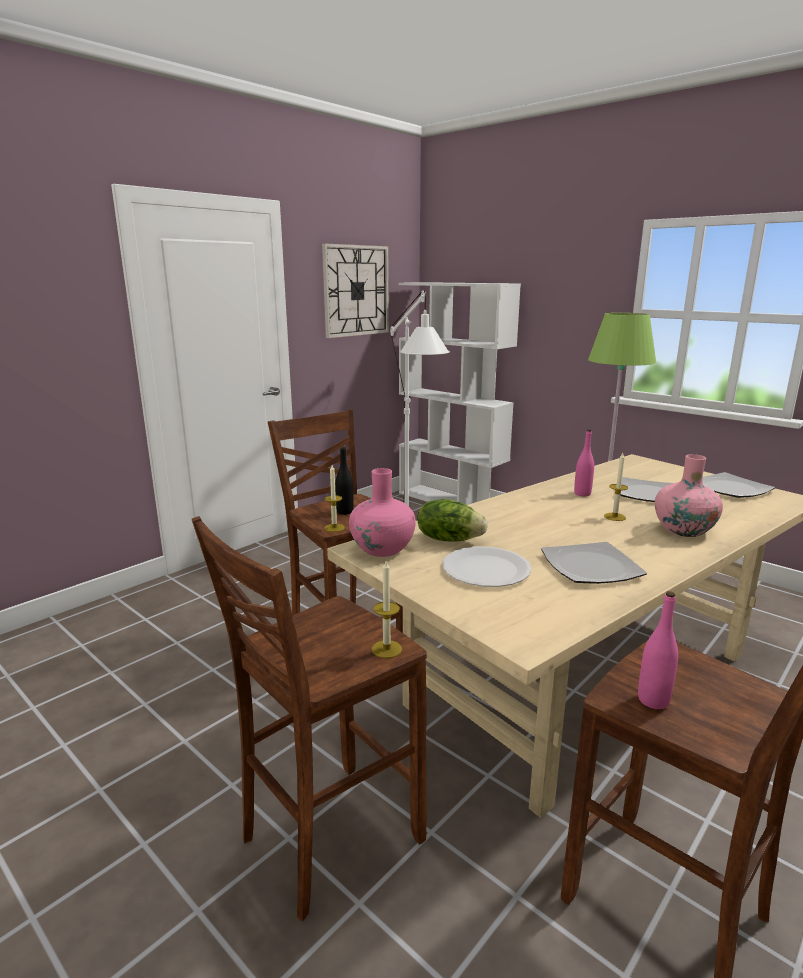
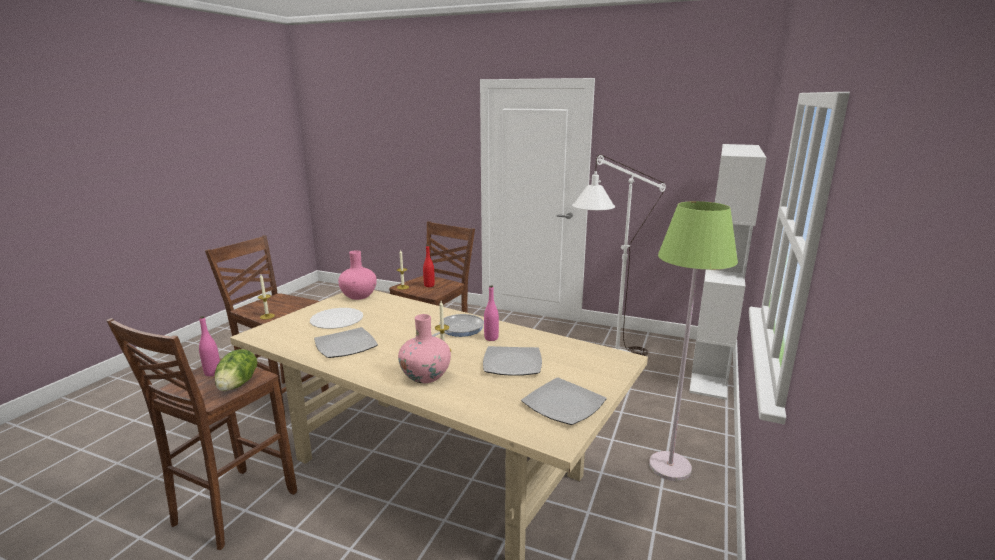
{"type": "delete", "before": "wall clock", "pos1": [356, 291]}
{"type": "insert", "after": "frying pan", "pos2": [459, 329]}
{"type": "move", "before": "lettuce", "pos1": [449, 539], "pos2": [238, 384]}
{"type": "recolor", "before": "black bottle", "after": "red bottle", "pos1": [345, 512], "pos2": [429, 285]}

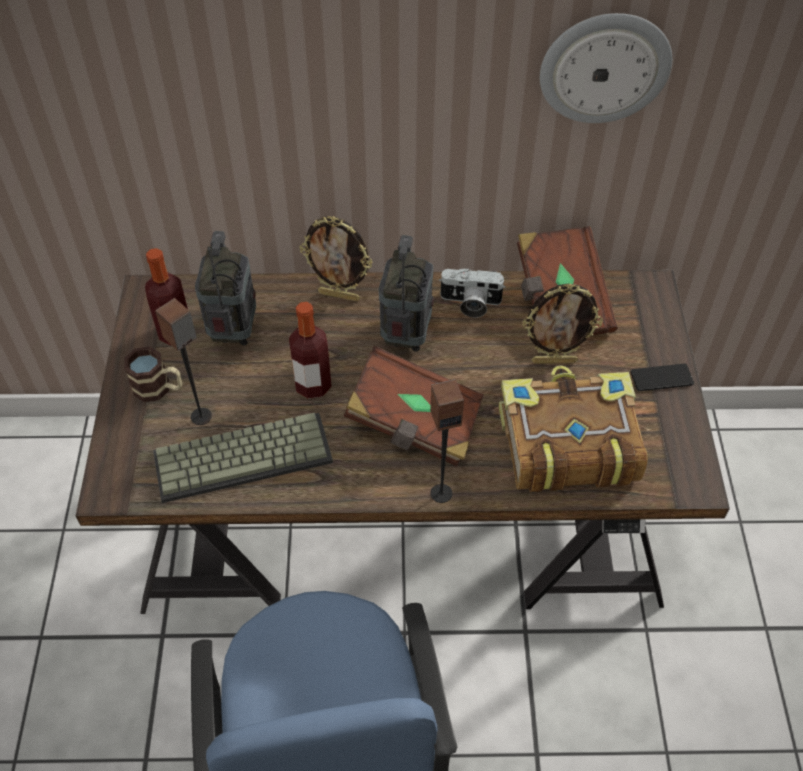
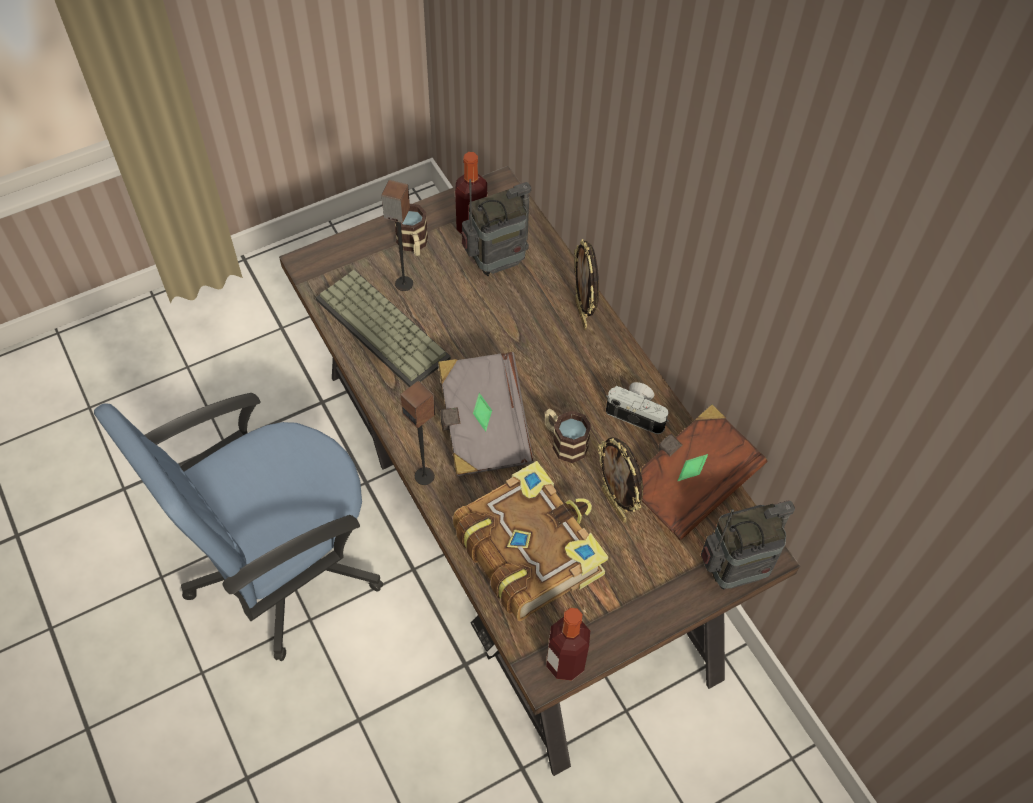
{"type": "delete", "before": "wall clock", "pos1": [604, 67]}
{"type": "delete", "before": "phone", "pos1": [661, 378]}
{"type": "insert", "after": "mug", "pos2": [564, 442]}
{"type": "move", "before": "bottle", "pos1": [313, 385], "pos2": [565, 662]}
{"type": "move", "before": "radio", "pos1": [406, 336], "pos2": [734, 571]}
{"type": "recolor", "before": "brown book", "after": "grey book", "pos1": [414, 423], "pos2": [482, 427]}
{"type": "rotate", "before": "photo camera", "pos1": [470, 304], "pos2": [638, 413], "turn": 135}

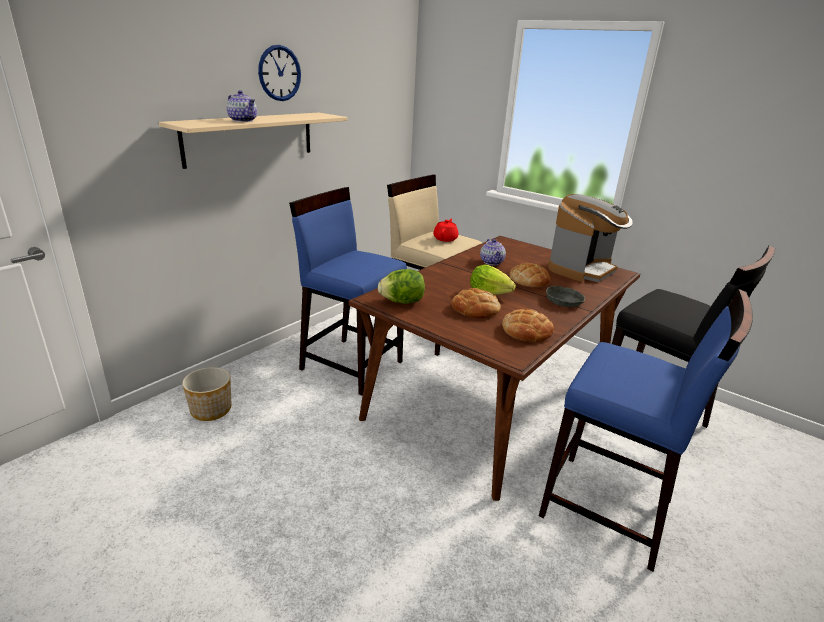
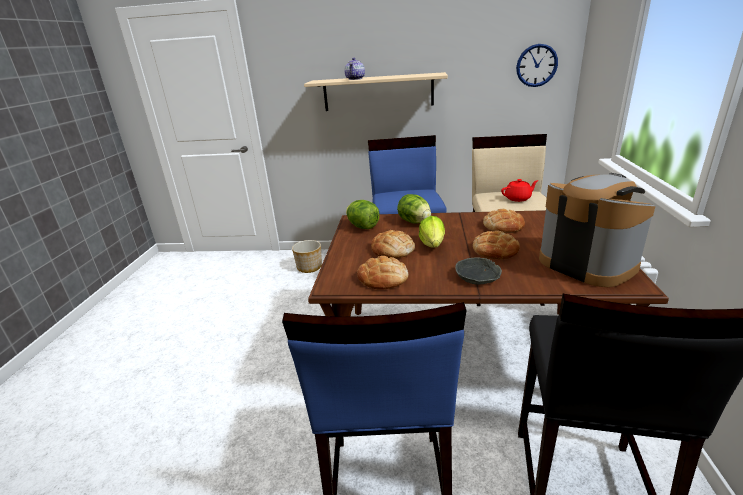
{"type": "insert", "after": "lettuce", "pos2": [414, 222]}
{"type": "move", "before": "wall clock", "pos1": [279, 73], "pos2": [536, 65]}
{"type": "replace", "before": "teapot", "after": "bread", "pos1": [491, 262], "pos2": [503, 226]}
{"type": "rotate", "before": "coffee machine", "pos1": [582, 269], "pos2": [586, 263], "turn": -135}

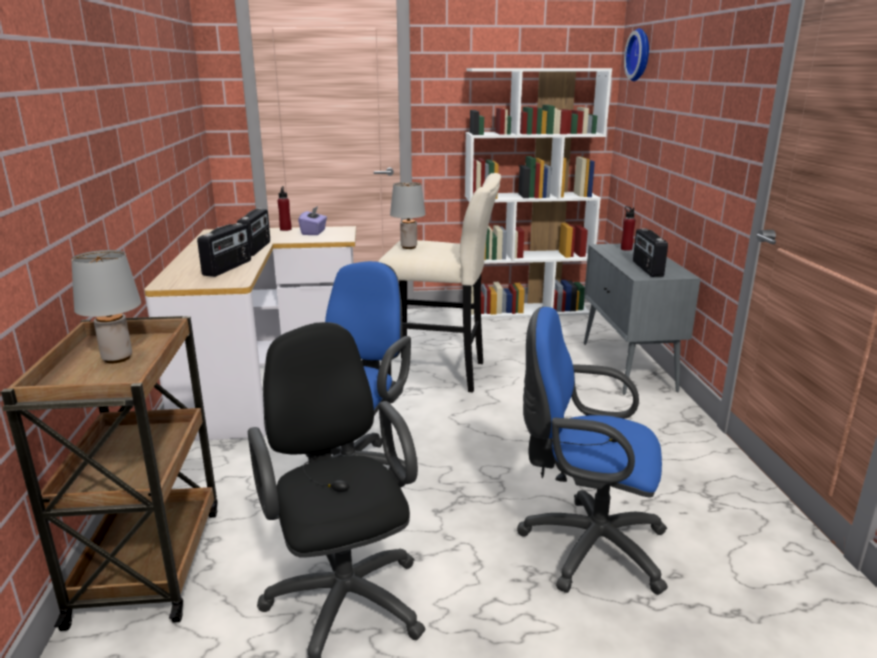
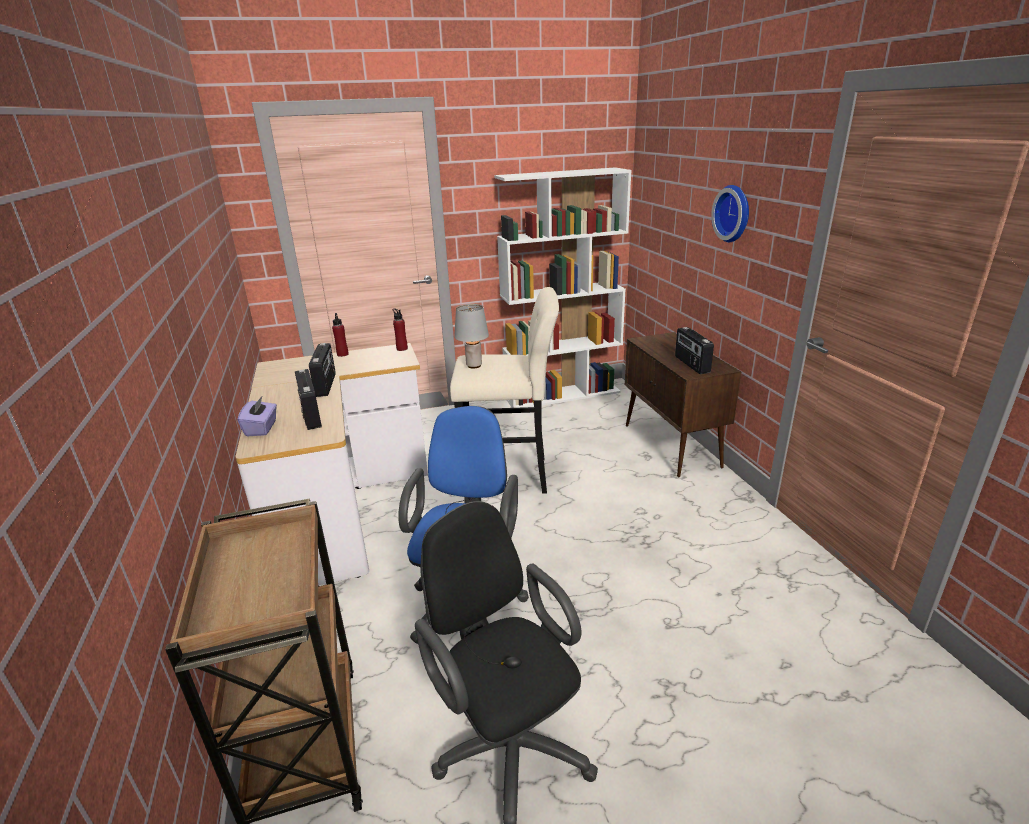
{"type": "delete", "before": "grey table lamp", "pos1": [118, 358]}
{"type": "delete", "before": "blue office chair", "pos1": [585, 545]}
{"type": "move", "before": "purple tissue box", "pos1": [314, 232], "pos2": [262, 428]}
{"type": "move", "before": "red bottle", "pos1": [626, 249], "pos2": [402, 349]}
{"type": "move", "before": "wall clock", "pos1": [640, 55], "pos2": [734, 213]}
{"type": "recolor", "before": "grey cabinet", "after": "brown cabinet", "pos1": [628, 366], "pos2": [672, 446]}
{"type": "rotate", "before": "radio", "pos1": [228, 268], "pos2": [310, 416], "turn": 150}

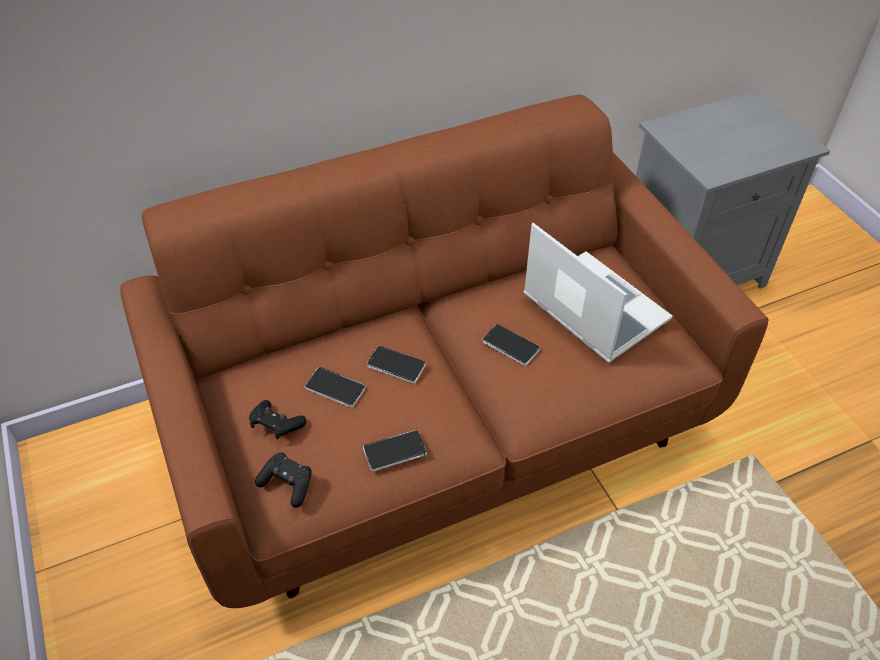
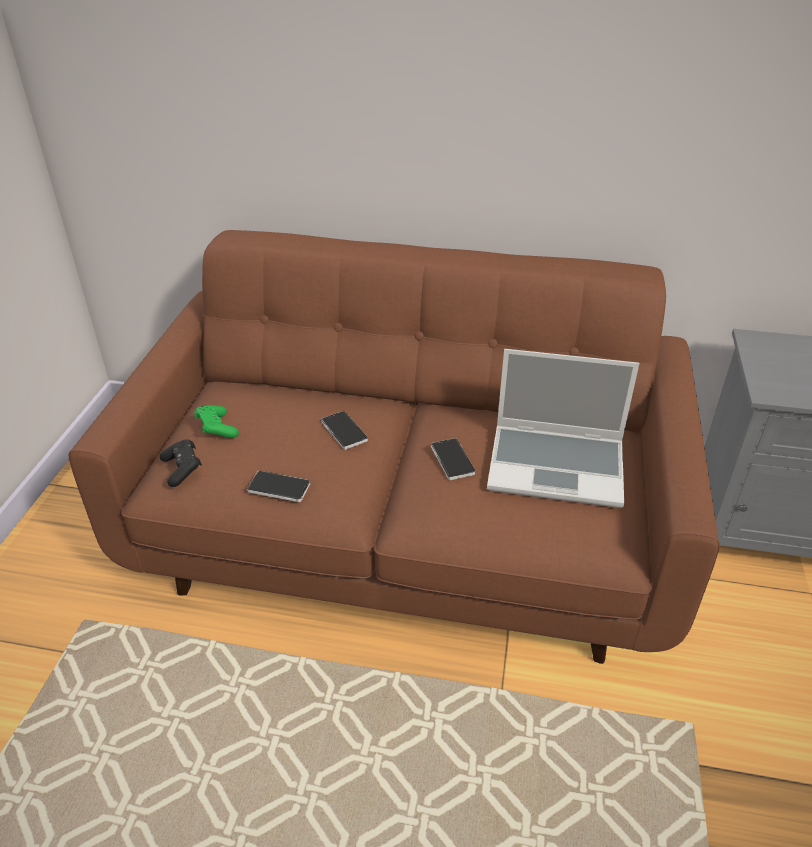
{"type": "delete", "before": "phone", "pos1": [335, 388]}
{"type": "recolor", "before": "black game controller", "after": "green game controller", "pos1": [276, 426], "pos2": [216, 429]}
{"type": "rotate", "before": "laptop", "pos1": [592, 308], "pos2": [558, 466], "turn": 105}

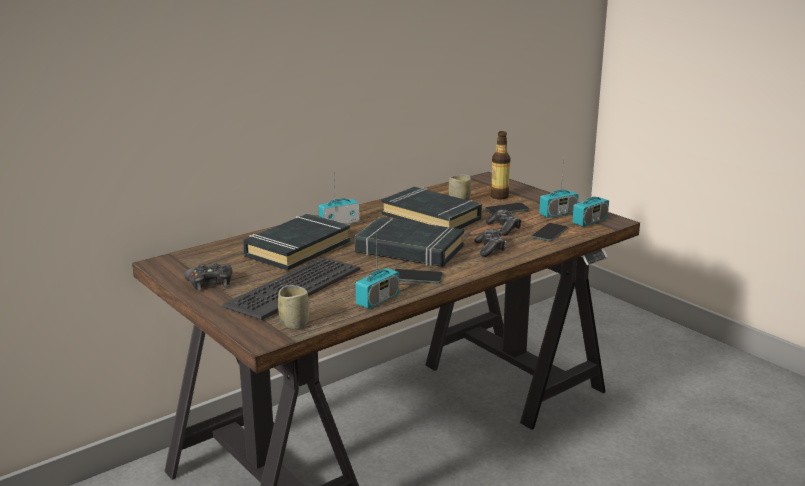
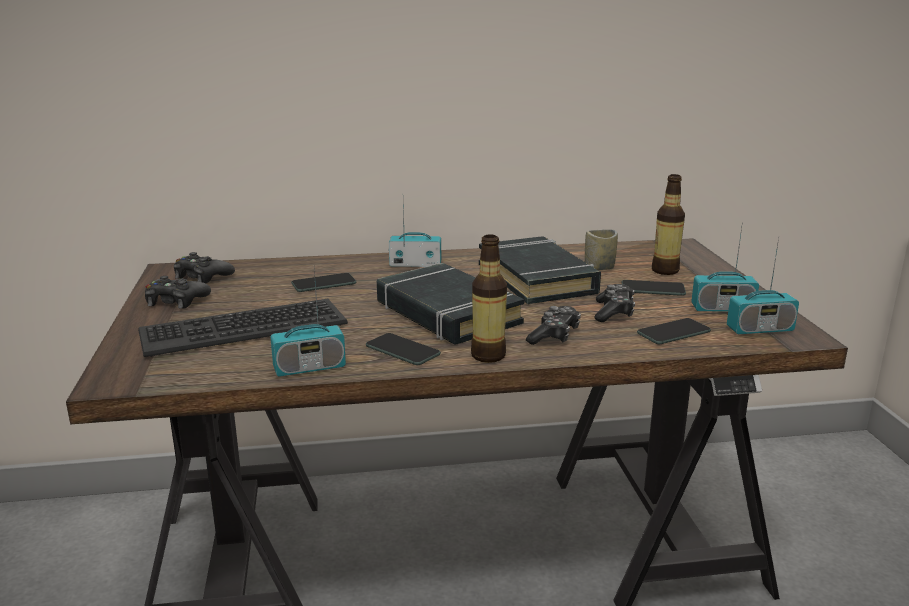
{"type": "delete", "before": "cup", "pos1": [294, 324]}
{"type": "insert", "after": "black game controller", "pos2": [202, 276]}
{"type": "insert", "after": "bottle", "pos2": [488, 355]}
{"type": "replace", "before": "black book", "after": "phone", "pos1": [297, 248], "pos2": [324, 283]}

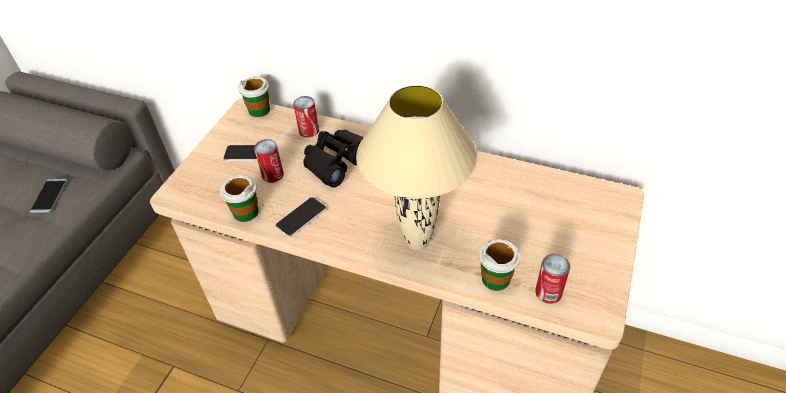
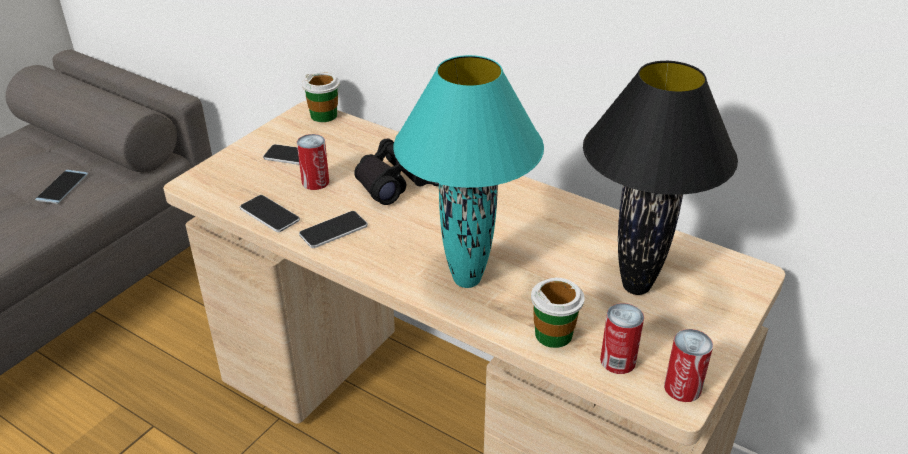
{"type": "insert", "after": "black table lamp", "pos2": [635, 286]}
{"type": "move", "before": "can", "pos1": [309, 130], "pos2": [682, 388]}
{"type": "replace", "before": "cup", "after": "phone", "pos1": [245, 212], "pos2": [269, 214]}
{"type": "recolor", "before": "beige table lamp", "after": "turquoise table lamp", "pos1": [417, 244], "pos2": [466, 281]}

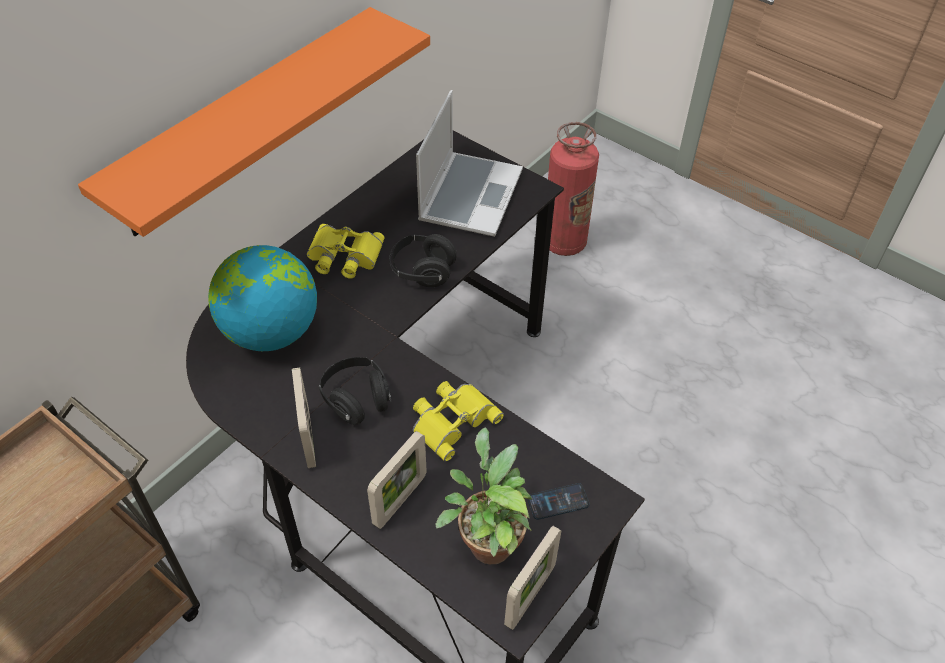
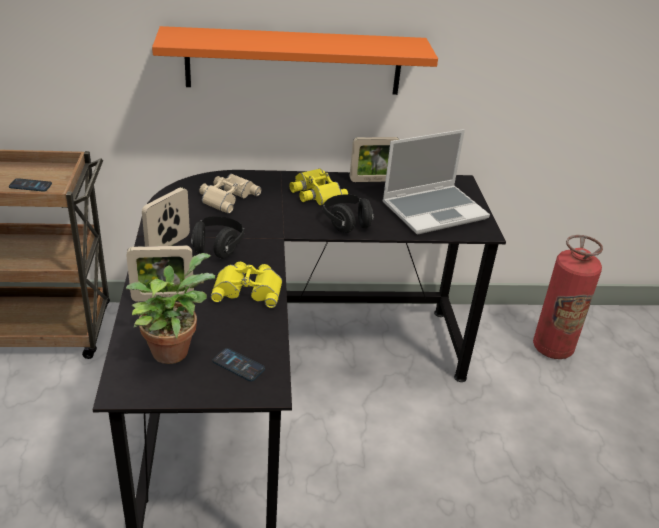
{"type": "insert", "after": "phone", "pos2": [30, 186]}
{"type": "move", "before": "picture frame", "pos1": [530, 596], "pos2": [372, 180]}
{"type": "replace", "before": "globe", "after": "beige binoculars", "pos1": [271, 332], "pos2": [227, 197]}

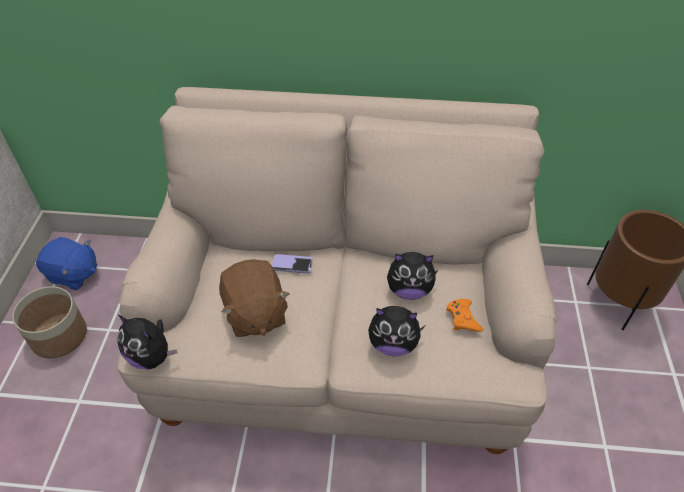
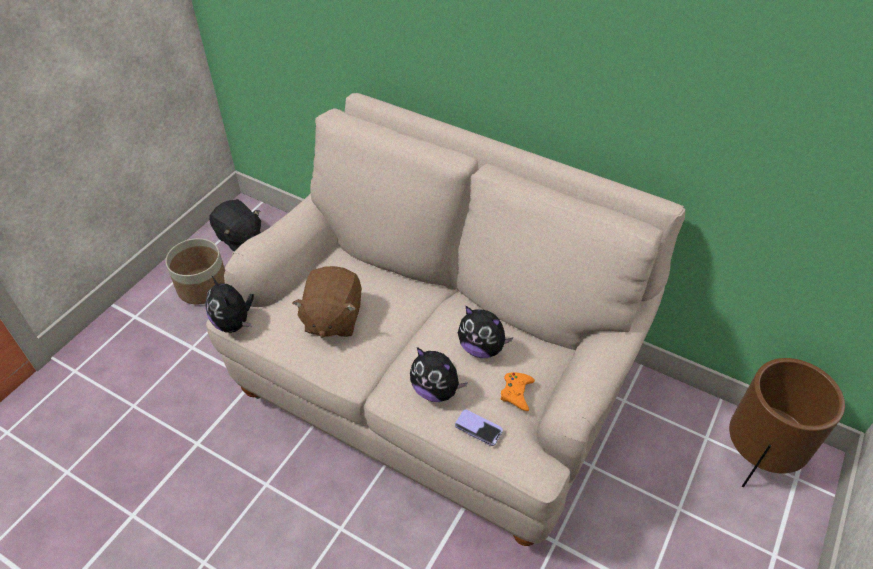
{"type": "move", "before": "phone", "pos1": [292, 265], "pos2": [478, 428]}
{"type": "recolor", "before": "blue plush toy", "after": "black plush toy", "pos1": [73, 275], "pos2": [239, 237]}

